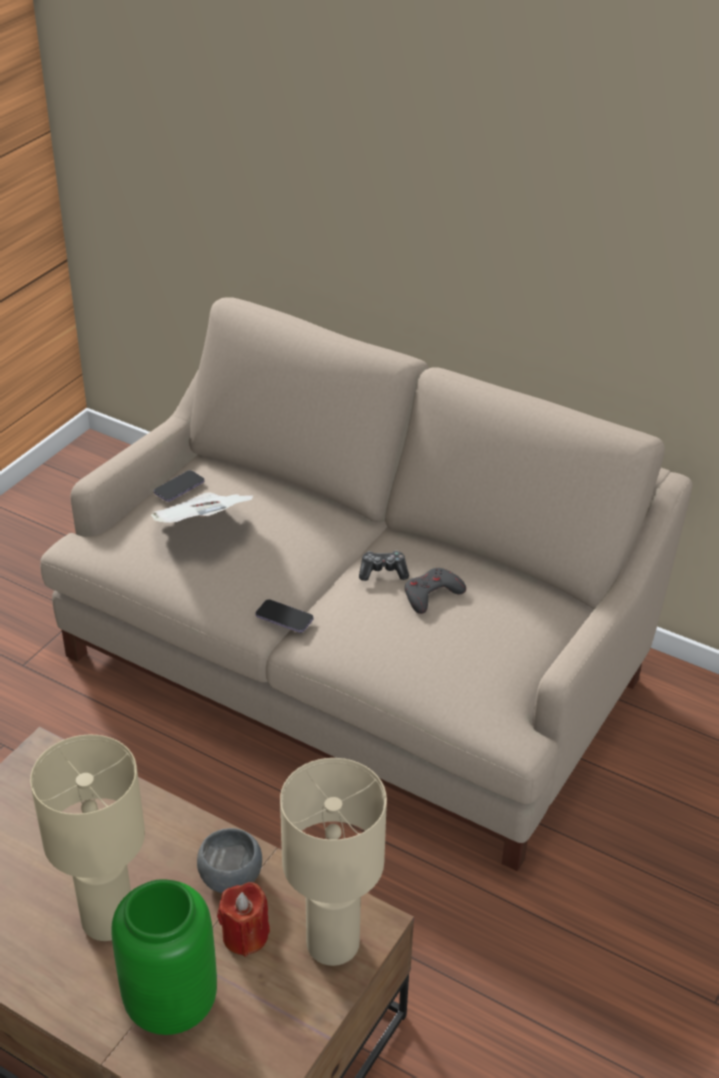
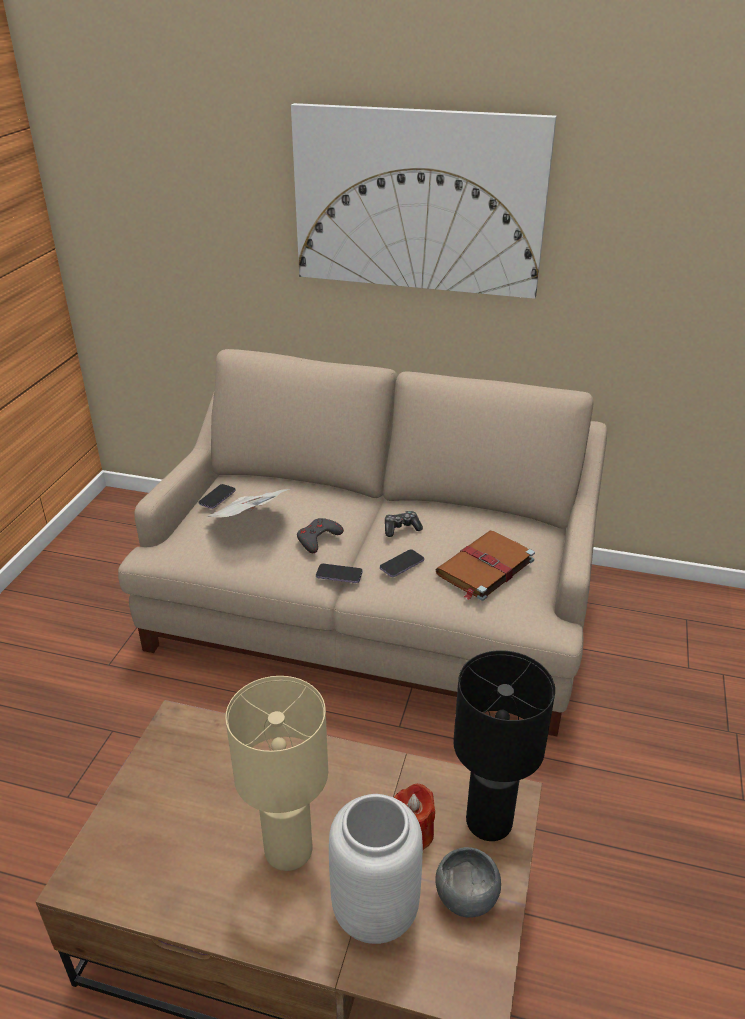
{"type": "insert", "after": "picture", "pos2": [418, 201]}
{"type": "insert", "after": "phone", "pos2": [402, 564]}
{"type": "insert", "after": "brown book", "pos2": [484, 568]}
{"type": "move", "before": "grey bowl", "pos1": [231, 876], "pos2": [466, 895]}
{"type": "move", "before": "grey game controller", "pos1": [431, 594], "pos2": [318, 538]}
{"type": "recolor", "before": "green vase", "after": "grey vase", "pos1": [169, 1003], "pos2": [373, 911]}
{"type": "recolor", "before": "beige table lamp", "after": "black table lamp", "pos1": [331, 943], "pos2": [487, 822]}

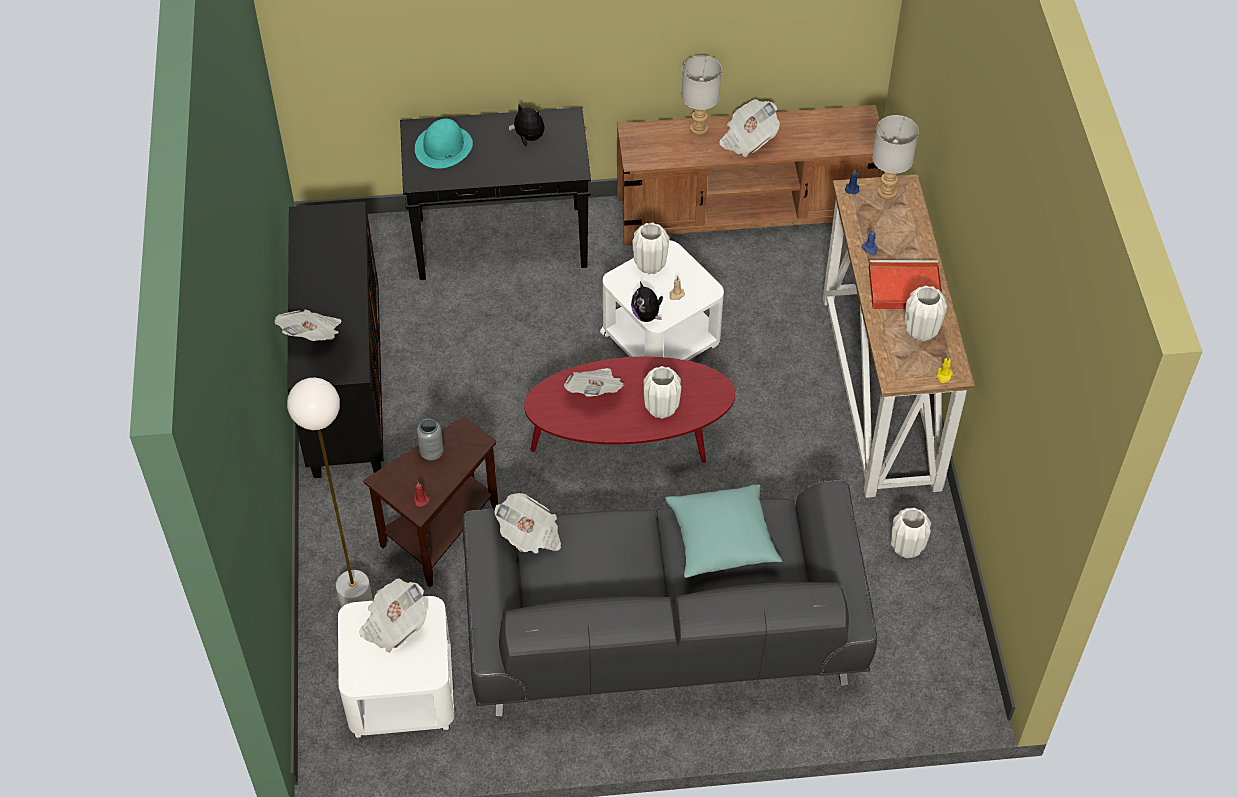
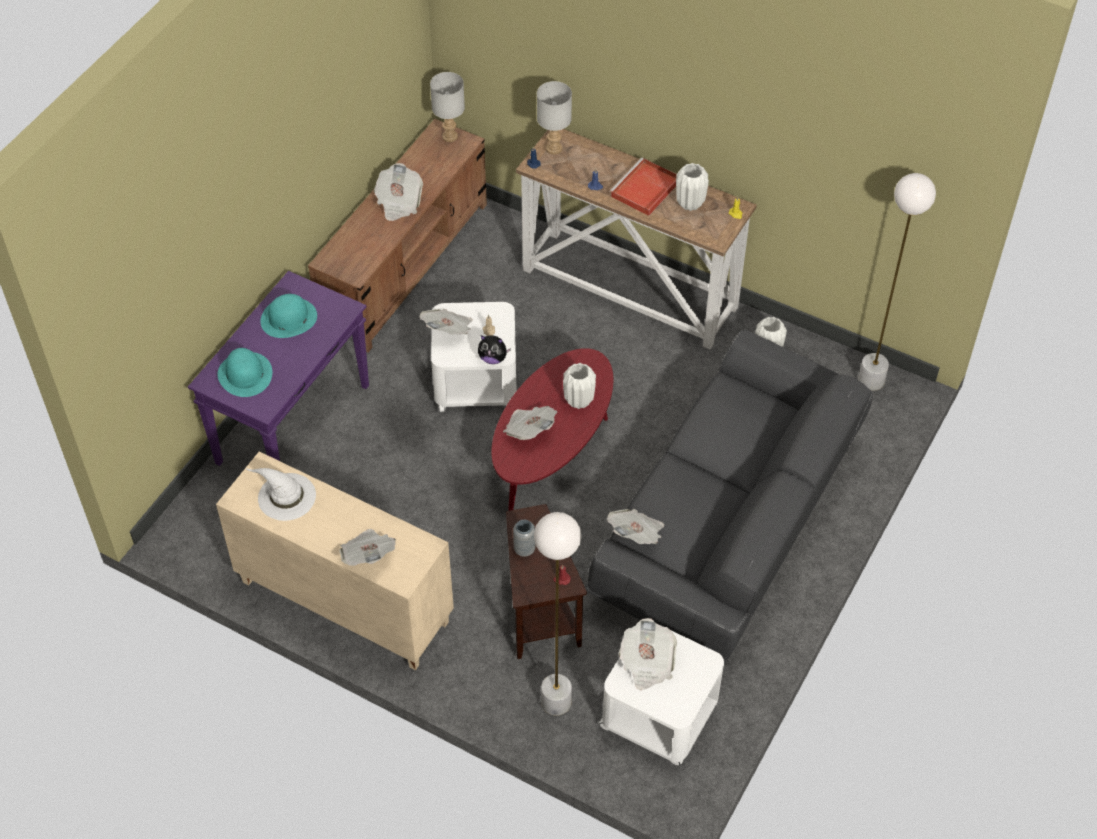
{"type": "delete", "before": "turquoise pillow", "pos1": [722, 539]}
{"type": "insert", "after": "white hat", "pos2": [285, 496]}
{"type": "insert", "after": "white floor lamp", "pos2": [871, 380]}
{"type": "move", "before": "grey table lamp", "pos1": [699, 129], "pos2": [450, 136]}
{"type": "replace", "before": "plush toy", "after": "turquoise hat", "pos1": [528, 138], "pos2": [288, 318]}
{"type": "replace", "before": "white vase", "after": "newspaper", "pos1": [650, 266], "pos2": [448, 330]}
{"type": "recolor", "before": "black cabinet", "after": "beige cabinet", "pos1": [344, 387], "pos2": [343, 602]}
{"type": "recolor", "before": "black console table", "after": "purple console table", "pos1": [502, 242], "pos2": [293, 423]}

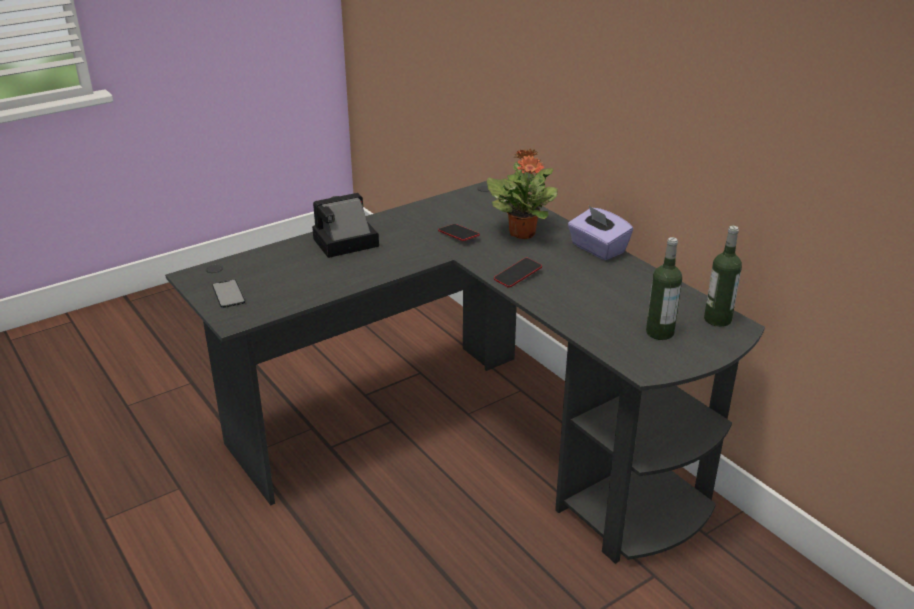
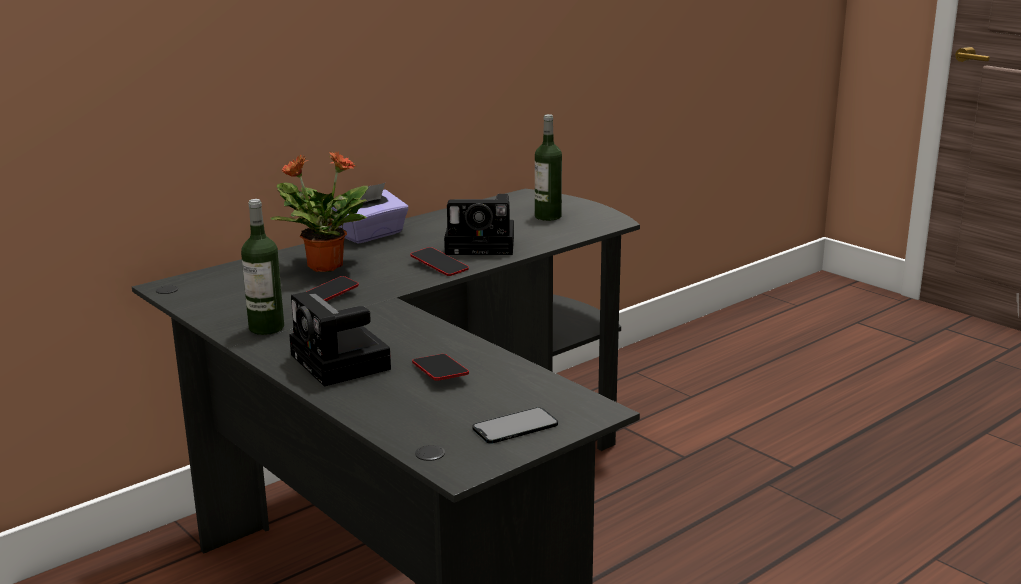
{"type": "insert", "after": "phone", "pos2": [440, 372]}
{"type": "insert", "after": "photo camera", "pos2": [483, 245]}
{"type": "move", "before": "bottle", "pos1": [717, 319], "pos2": [266, 328]}

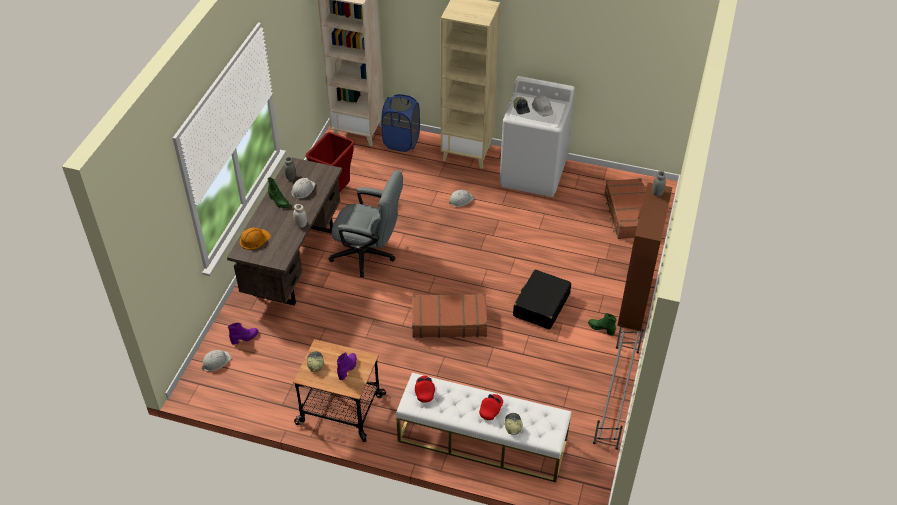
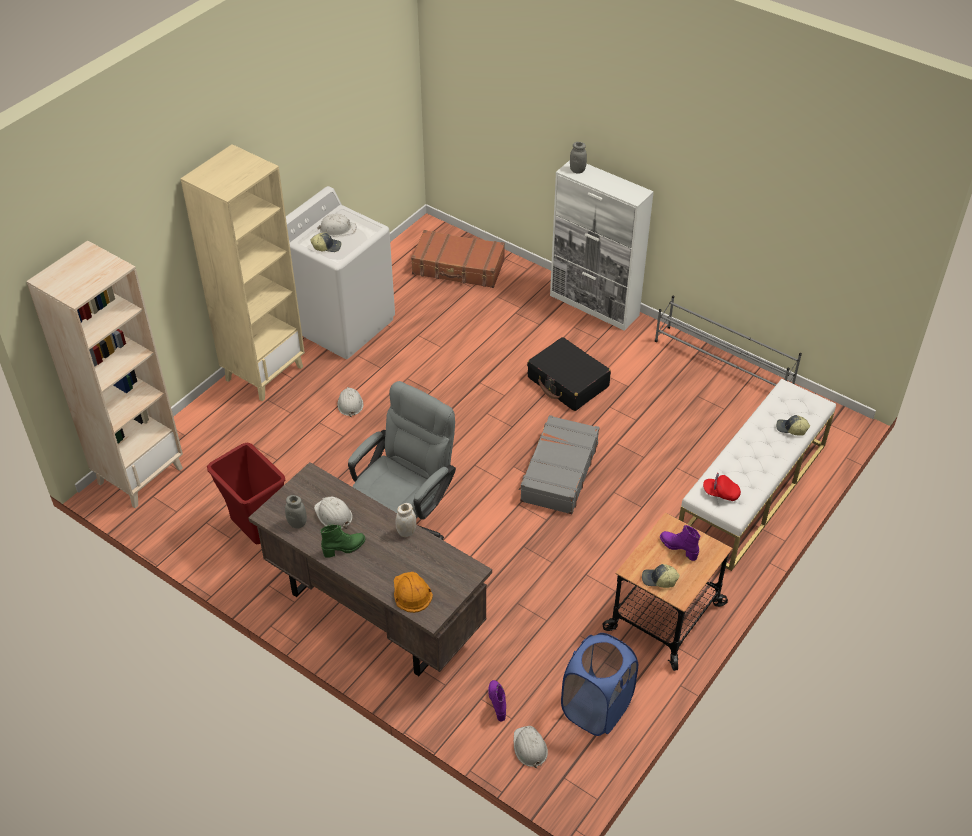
{"type": "delete", "before": "red cap", "pos1": [491, 410]}
{"type": "delete", "before": "green boot", "pos1": [601, 328]}
{"type": "move", "before": "blue laundry basket", "pos1": [401, 142], "pos2": [596, 708]}
{"type": "recolor", "before": "brown suitcase", "after": "grey suitcase", "pos1": [449, 321], "pos2": [558, 472]}
{"type": "recolor", "before": "brown cabinet", "after": "white cabinet", "pos1": [635, 301], "pos2": [594, 305]}

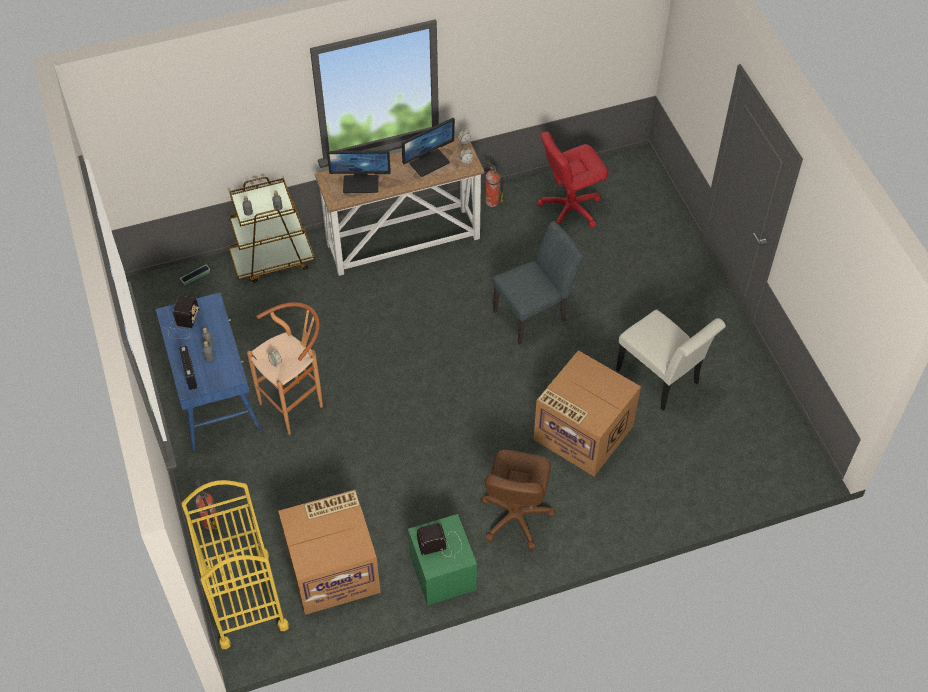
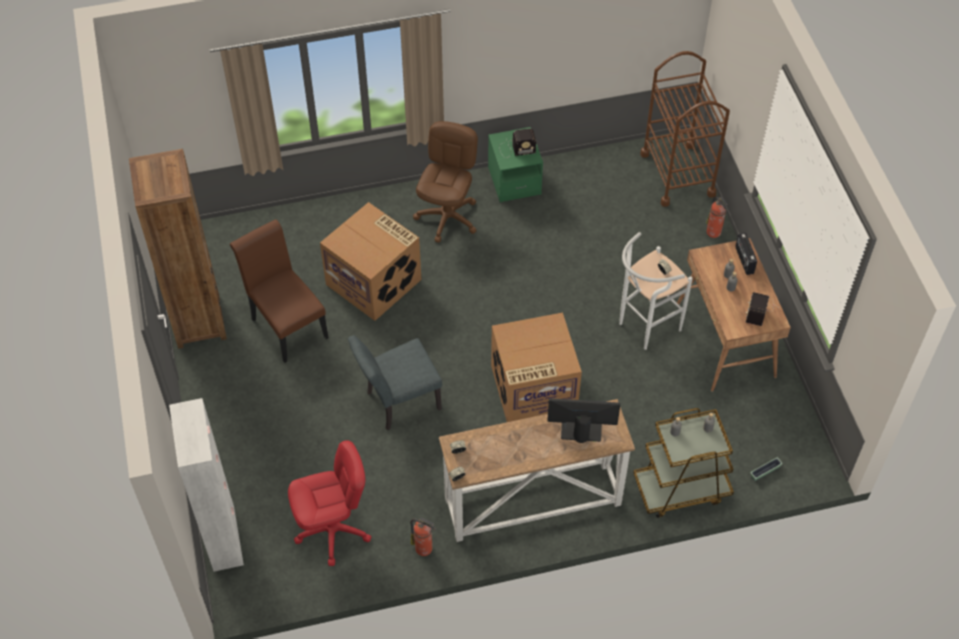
{"type": "delete", "before": "monitor", "pos1": [429, 162]}
{"type": "insert", "after": "brown bookcase", "pos2": [198, 321]}
{"type": "insert", "after": "white cabinet", "pos2": [224, 539]}
{"type": "move", "before": "cardboard box", "pos1": [334, 568], "pos2": [533, 389]}
{"type": "recolor", "before": "blue desk", "after": "brown desk", "pos1": [214, 396], "pos2": [726, 340]}
{"type": "recolor", "before": "yellow cart", "after": "brown cart", "pos1": [244, 599], "pos2": [677, 174]}
{"type": "recolor", "before": "brown stool", "after": "white stool", "pos1": [297, 403], "pos2": [644, 328]}
{"type": "recolor", "before": "white chair", "after": "brown chair", "pos1": [661, 380], "pos2": [286, 325]}

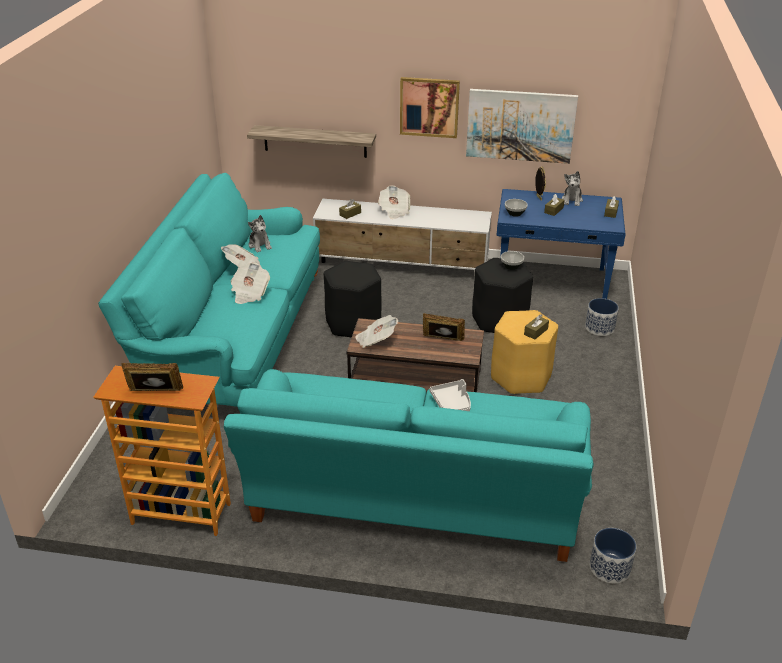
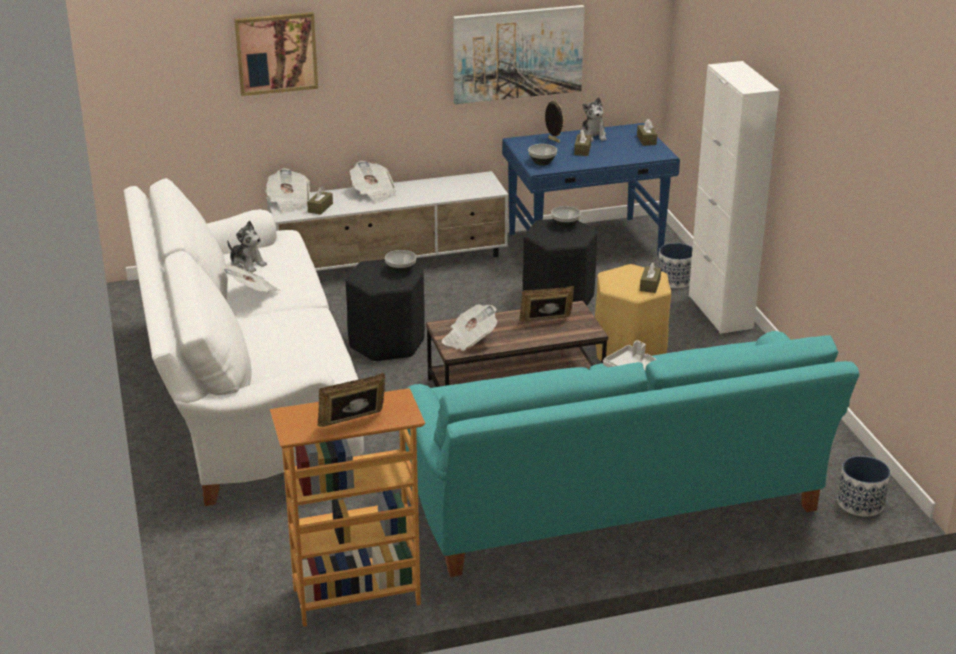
{"type": "delete", "before": "shelf", "pos1": [315, 141]}
{"type": "insert", "after": "bowl", "pos2": [401, 270]}
{"type": "insert", "after": "white cabinet", "pos2": [720, 312]}
{"type": "move", "before": "newspaper", "pos1": [249, 293], "pos2": [289, 202]}
{"type": "move", "before": "picture", "pos1": [429, 107], "pos2": [276, 53]}
{"type": "recolor", "before": "turquoise sofa", "after": "white sofa", "pos1": [232, 339], "pos2": [246, 398]}

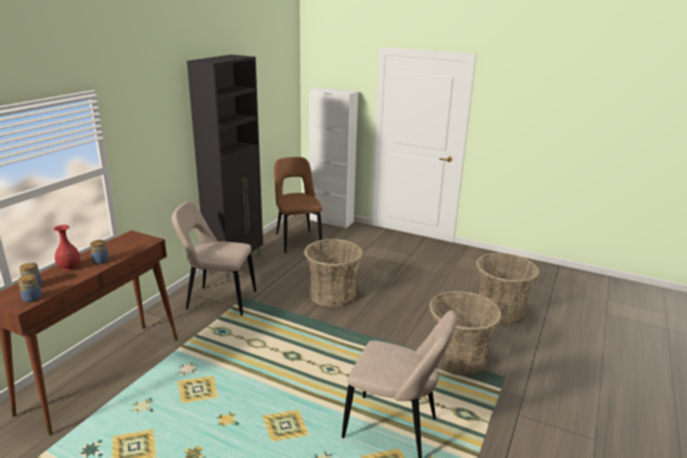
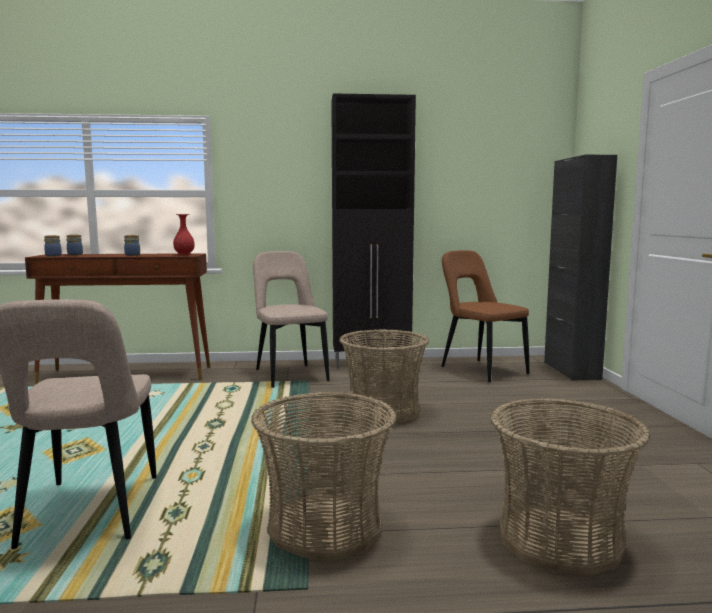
{"type": "move", "before": "red vase", "pos1": [69, 267], "pos2": [184, 254]}
{"type": "recolor", "before": "white cabinet", "after": "black cabinet", "pos1": [331, 221], "pos2": [571, 371]}
{"type": "rotate", "before": "brown chair", "pos1": [297, 240], "pos2": [480, 370], "turn": -75}

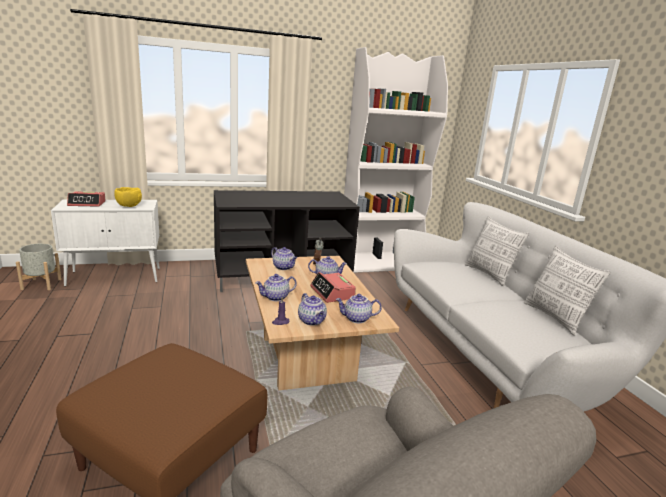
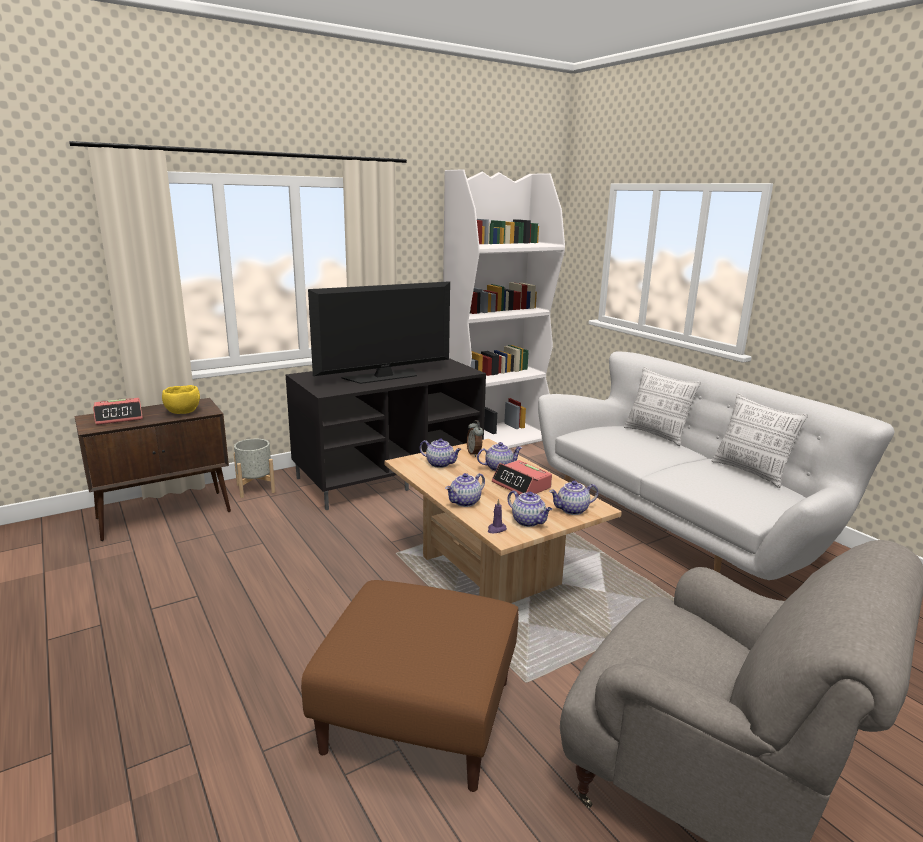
{"type": "insert", "after": "television", "pos2": [383, 376]}
{"type": "move", "before": "grey planter", "pos1": [41, 284], "pos2": [255, 488]}
{"type": "recolor", "before": "white cabinet", "after": "brown cabinet", "pos1": [115, 277], "pos2": [165, 515]}

